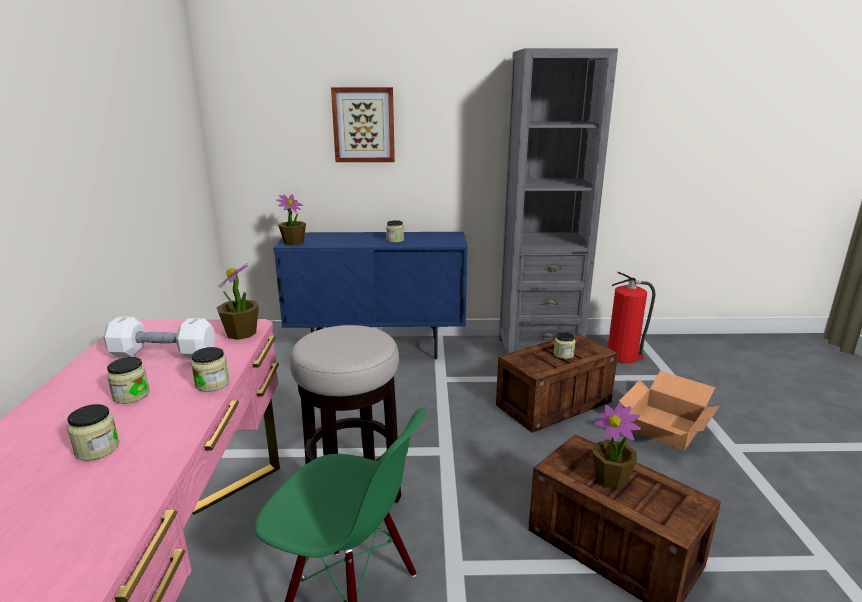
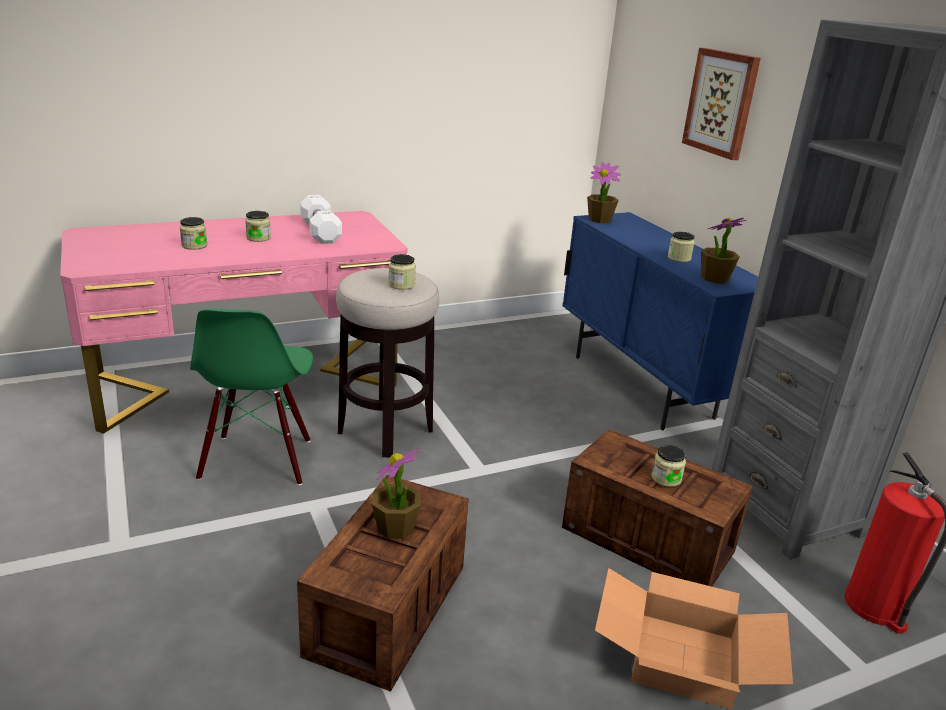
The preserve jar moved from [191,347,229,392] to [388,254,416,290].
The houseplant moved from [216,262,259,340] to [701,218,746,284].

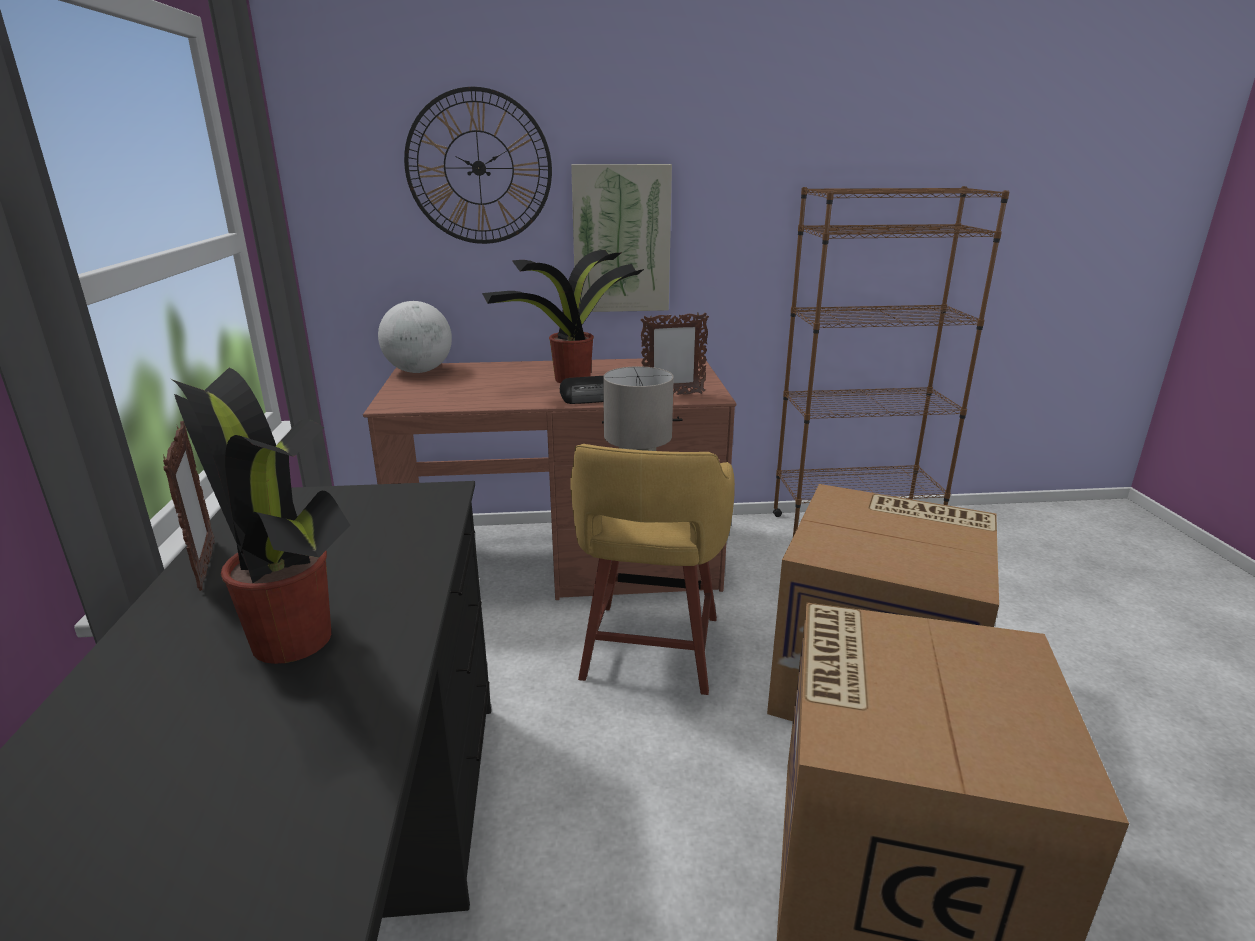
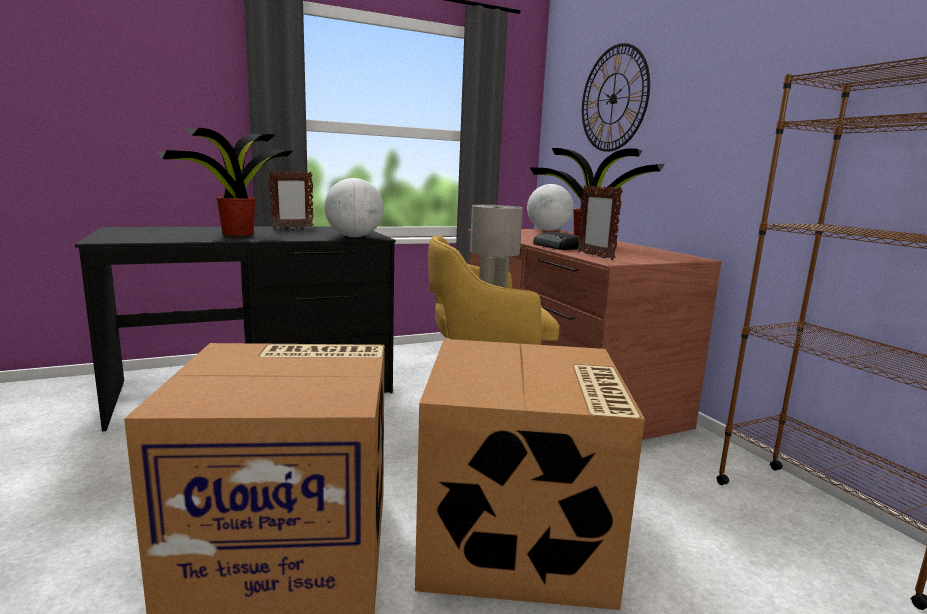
The wall art at [571,164,672,312] disappeared.
The world globe at [324,178,384,237] appeared.

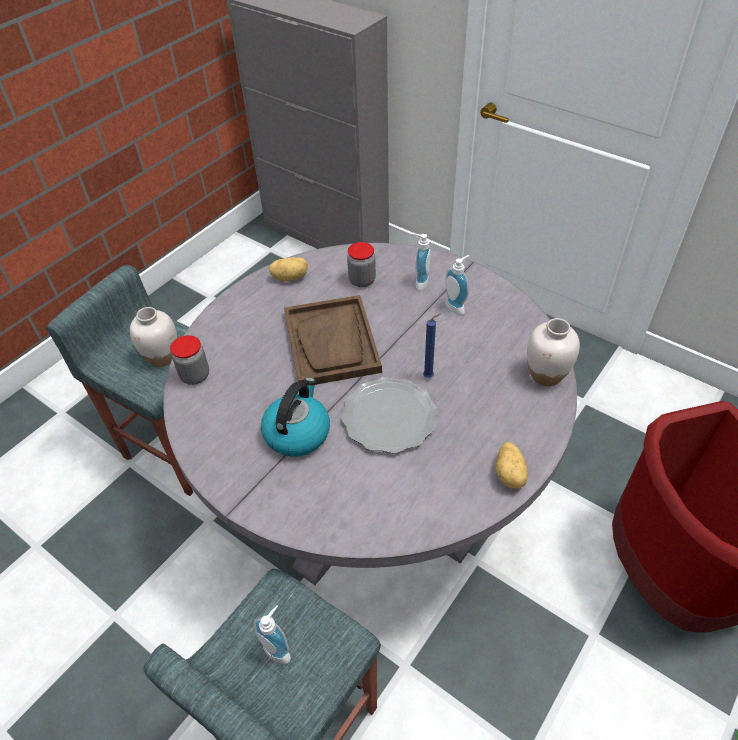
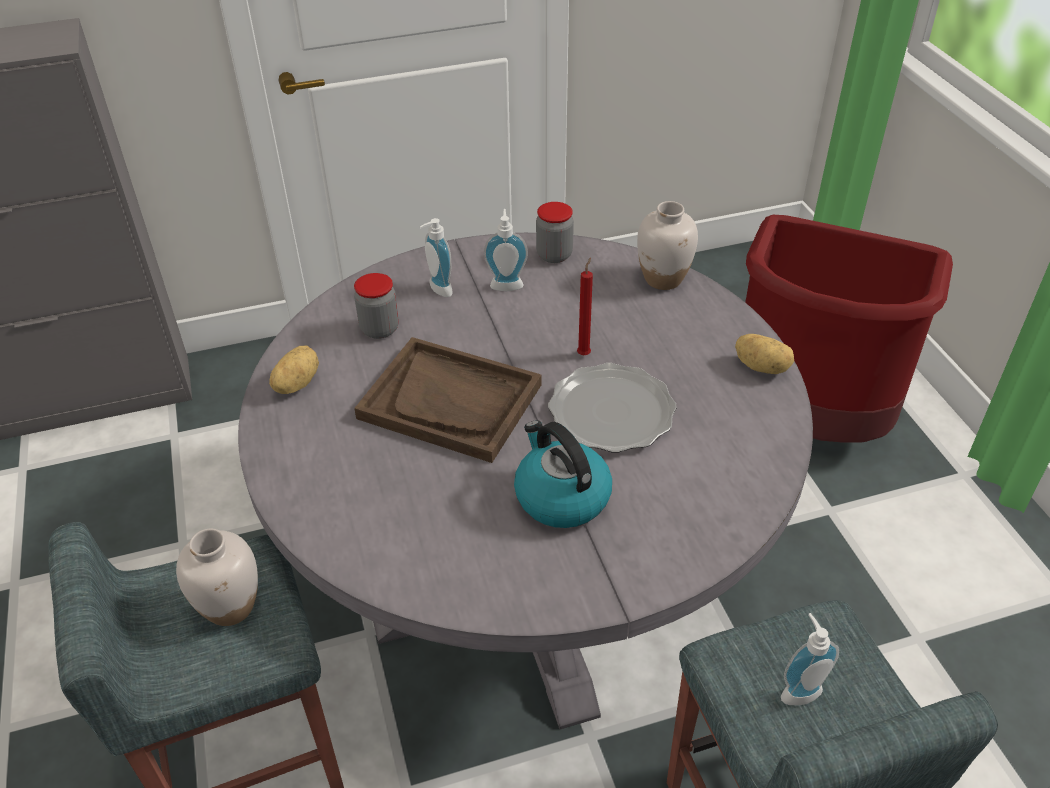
The preserve jar moved from [170,335,209,385] to [536,202,574,263].
The wax light in blue-coloured at [423,313,441,378] became the wax light in reddish at [577,257,593,355].

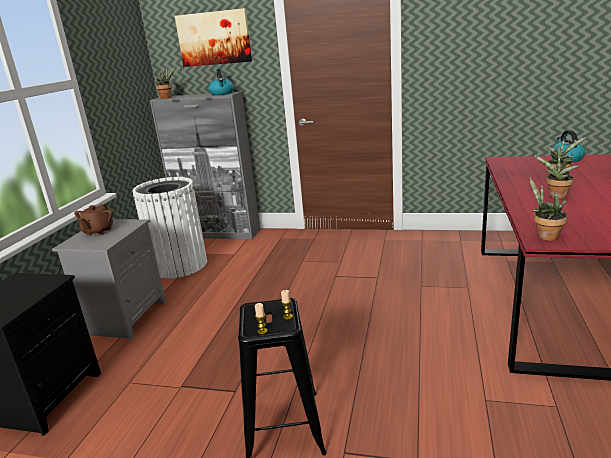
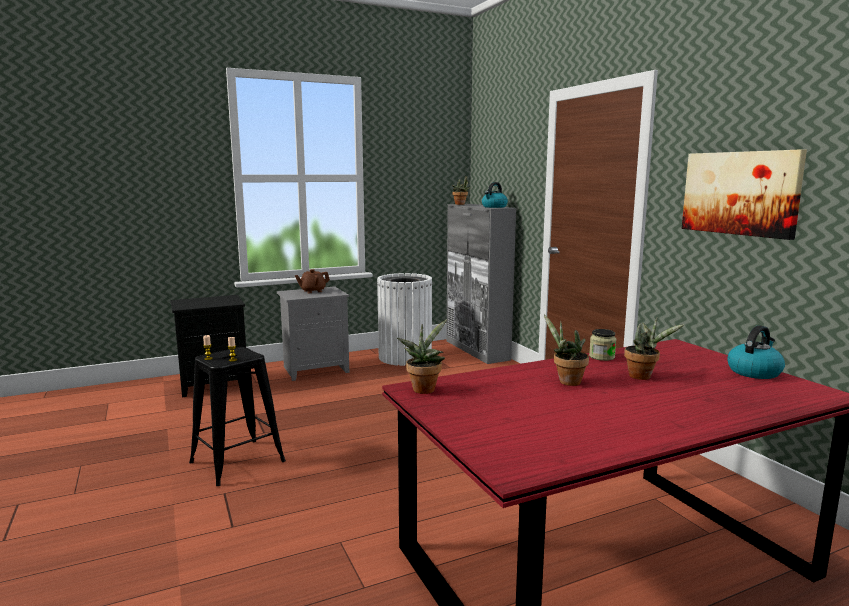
The wall art moved from [175,8,252,67] to [682,149,807,240].
The preserve jar at [589,329,616,361] appeared.

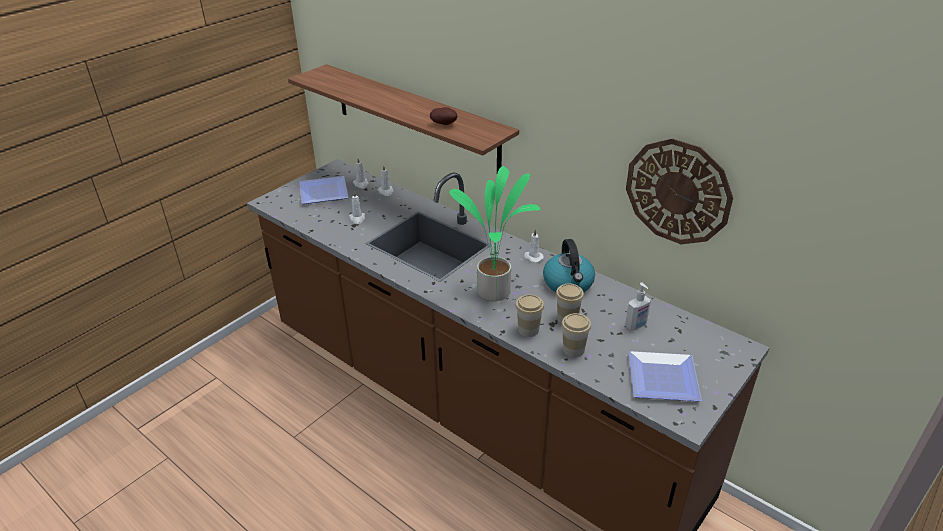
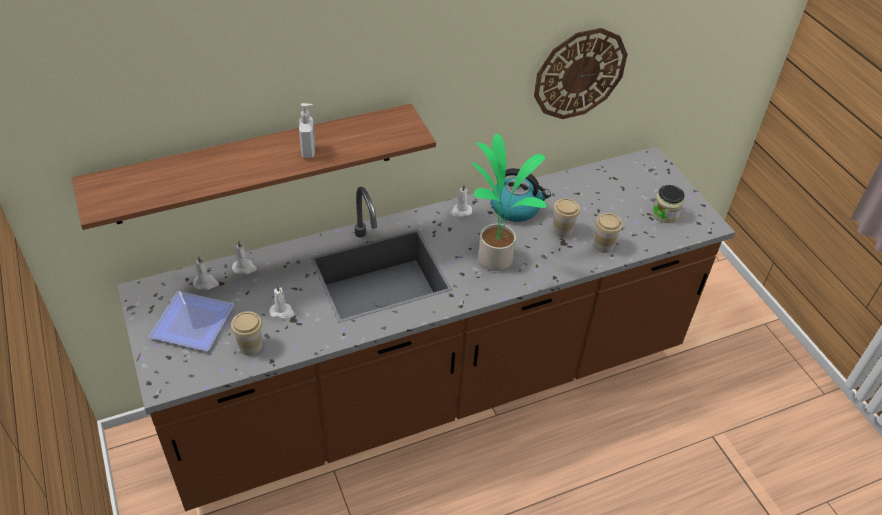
The spud at [430,107,457,125] disappeared.
The cup moved from [516,294,544,337] to [231,311,262,356].
The liquid soap bottle moved from [625,283,651,331] to [299,103,315,158].
The flat dish at [629,351,702,401] was replaced by the preserve jar at [652,185,685,223].

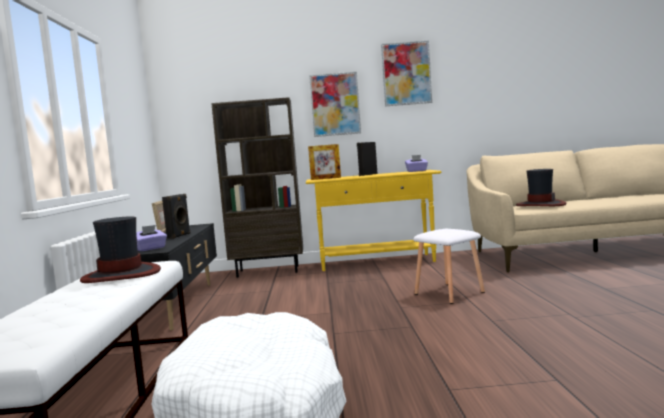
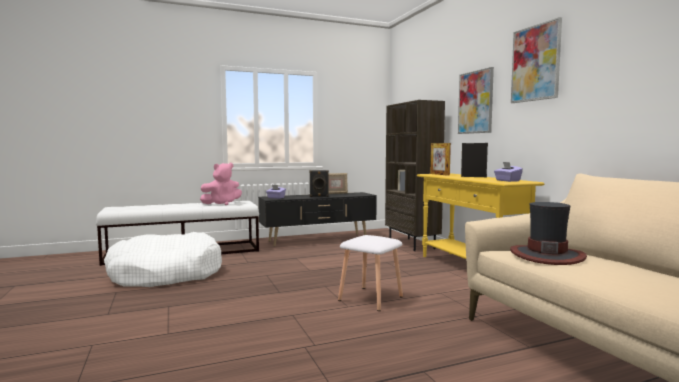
The hat at [80,216,161,283] was replaced by the cuddly toy in pinkish at [200,163,242,205].

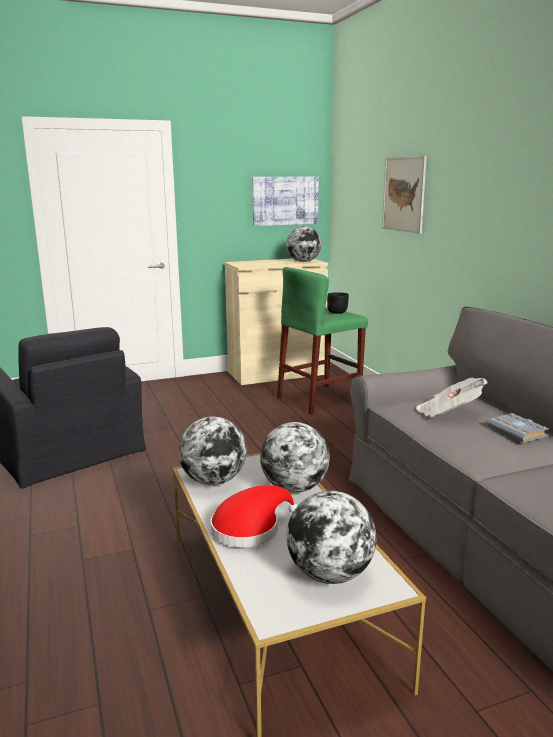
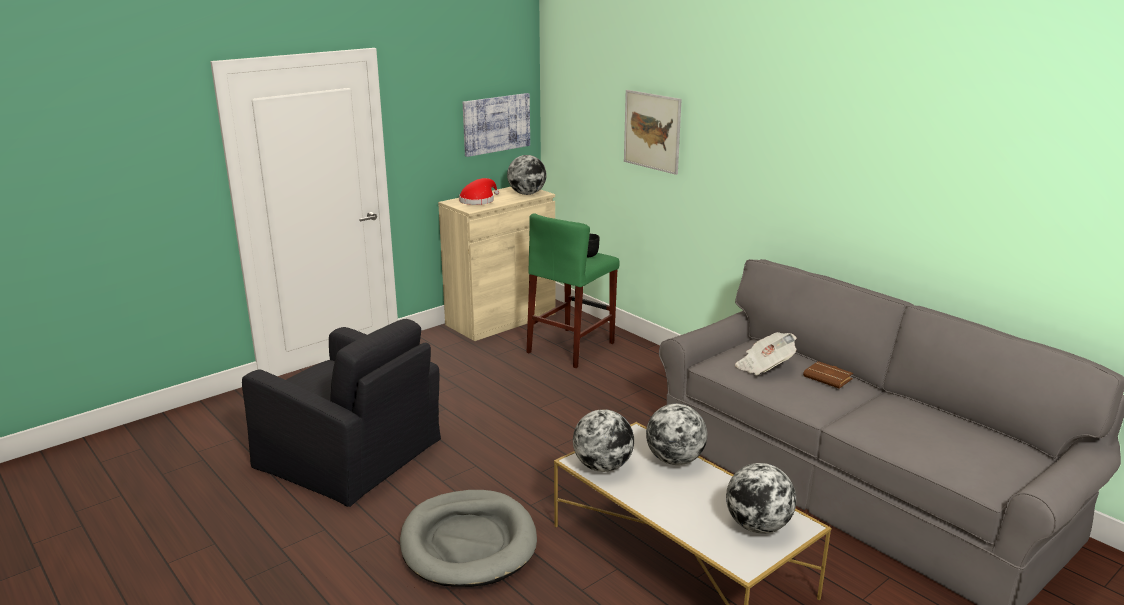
The hat in reddish moved from [211,485,297,548] to [459,178,499,205].
The bound book in grey at [487,413,549,443] became the bound book in brown at [803,361,853,389].
The dog cushion in grey at [400,490,537,587] appeared.

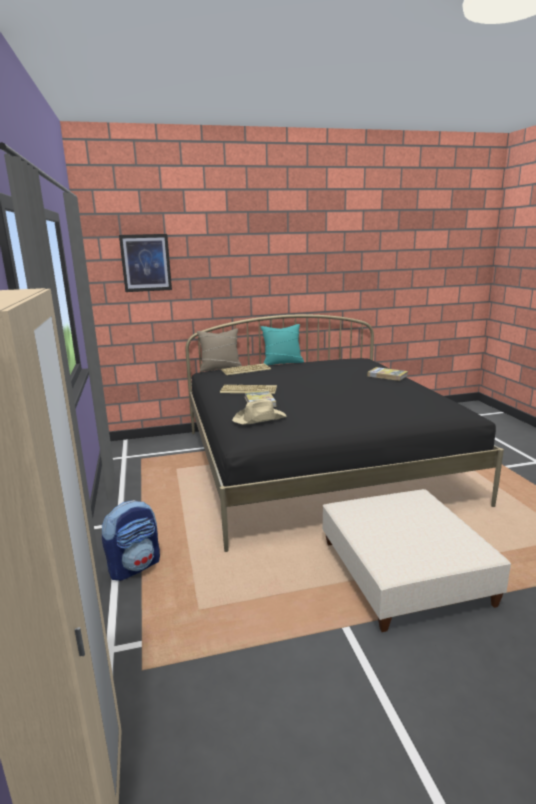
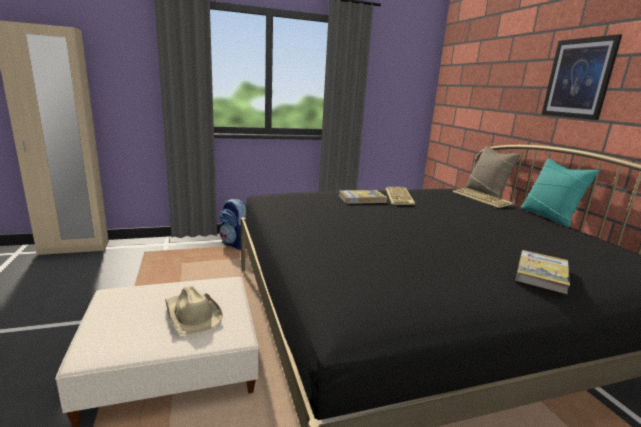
The wall art moved from [119,234,172,292] to [541,34,622,120].
The hat in sand-coloured moved from [232,399,286,424] to [165,286,223,334].

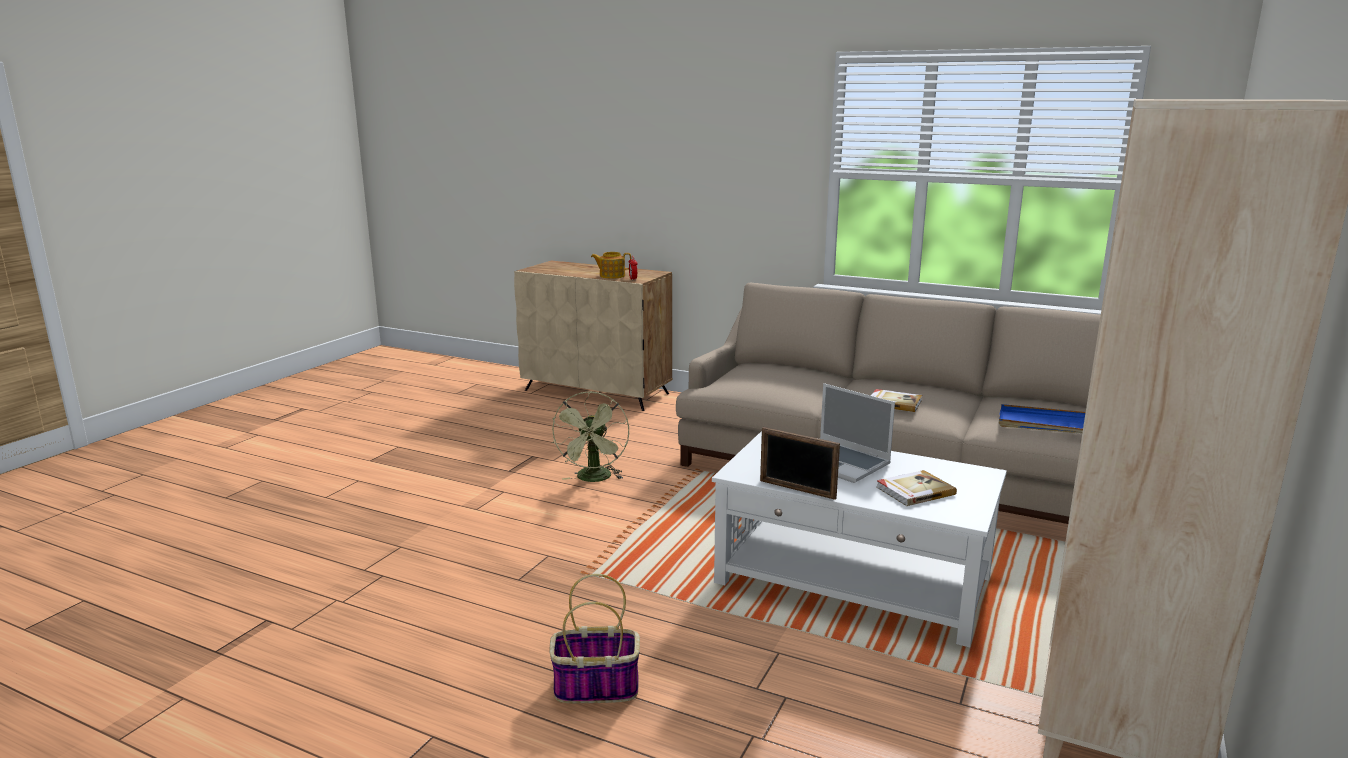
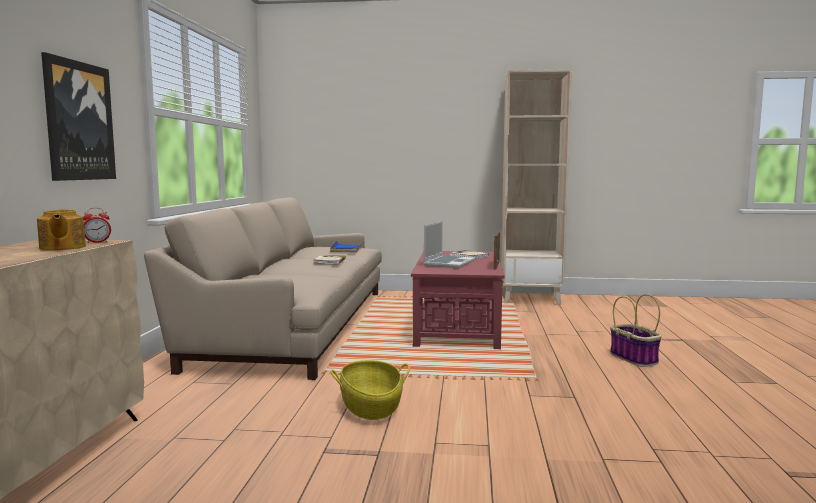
The fan in green at [551,391,629,482] was replaced by the storage basket at [331,360,410,420].
The lounge table in white-coloured at [712,431,1007,647] became the lounge table in reddish at [411,251,505,349].
The wall art at [41,52,116,181] appeared.

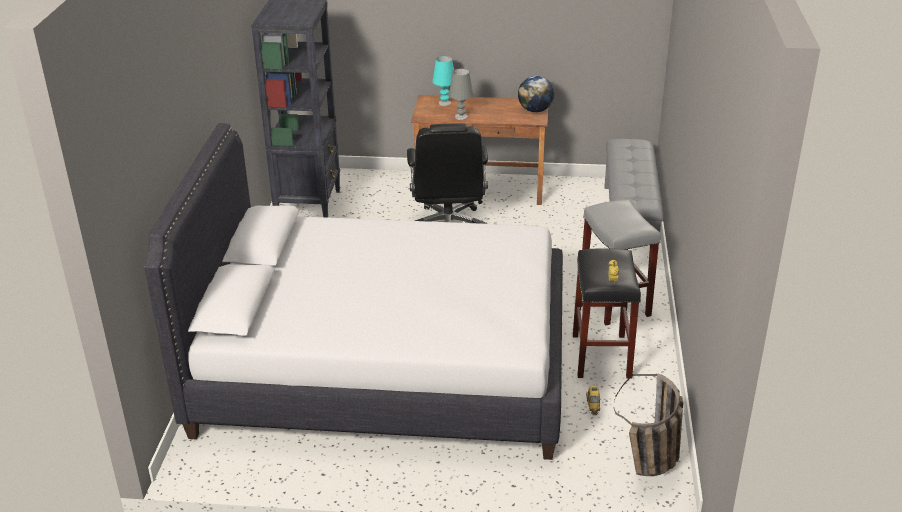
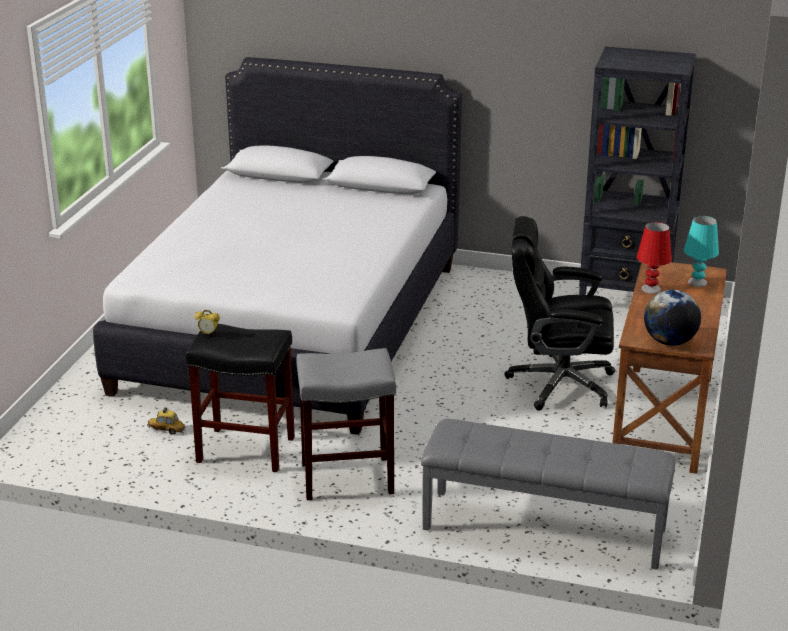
The table lamp in grey at [449,69,473,120] became the table lamp in reddish at [637,222,672,294].
The storage basket at [614,373,683,476] disappeared.

